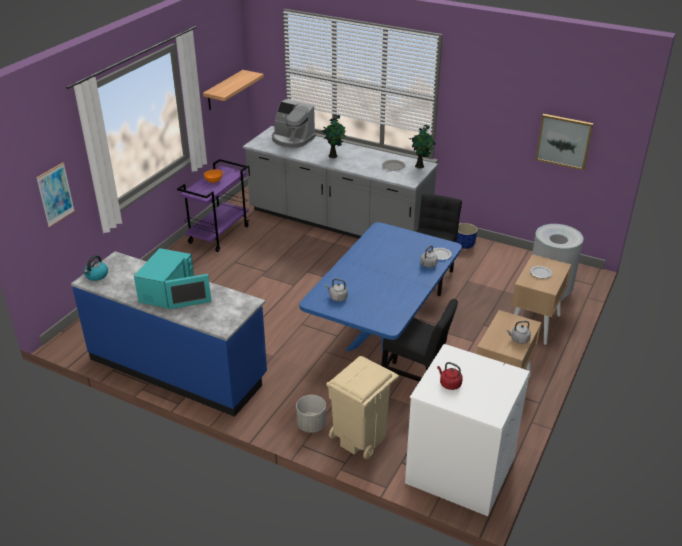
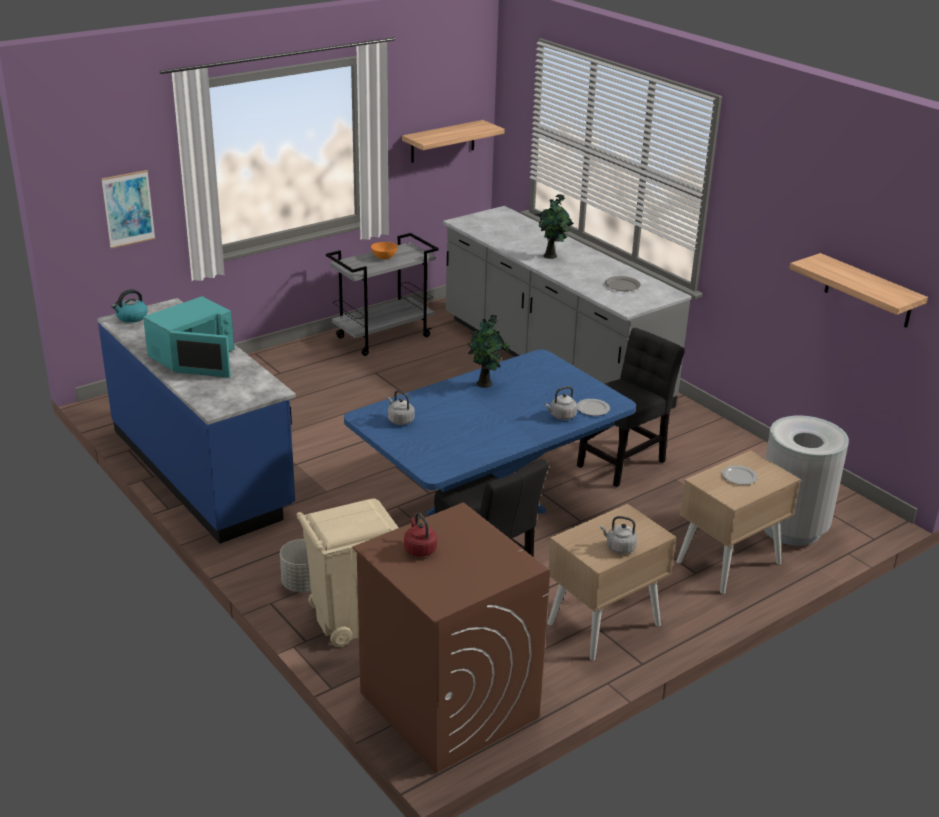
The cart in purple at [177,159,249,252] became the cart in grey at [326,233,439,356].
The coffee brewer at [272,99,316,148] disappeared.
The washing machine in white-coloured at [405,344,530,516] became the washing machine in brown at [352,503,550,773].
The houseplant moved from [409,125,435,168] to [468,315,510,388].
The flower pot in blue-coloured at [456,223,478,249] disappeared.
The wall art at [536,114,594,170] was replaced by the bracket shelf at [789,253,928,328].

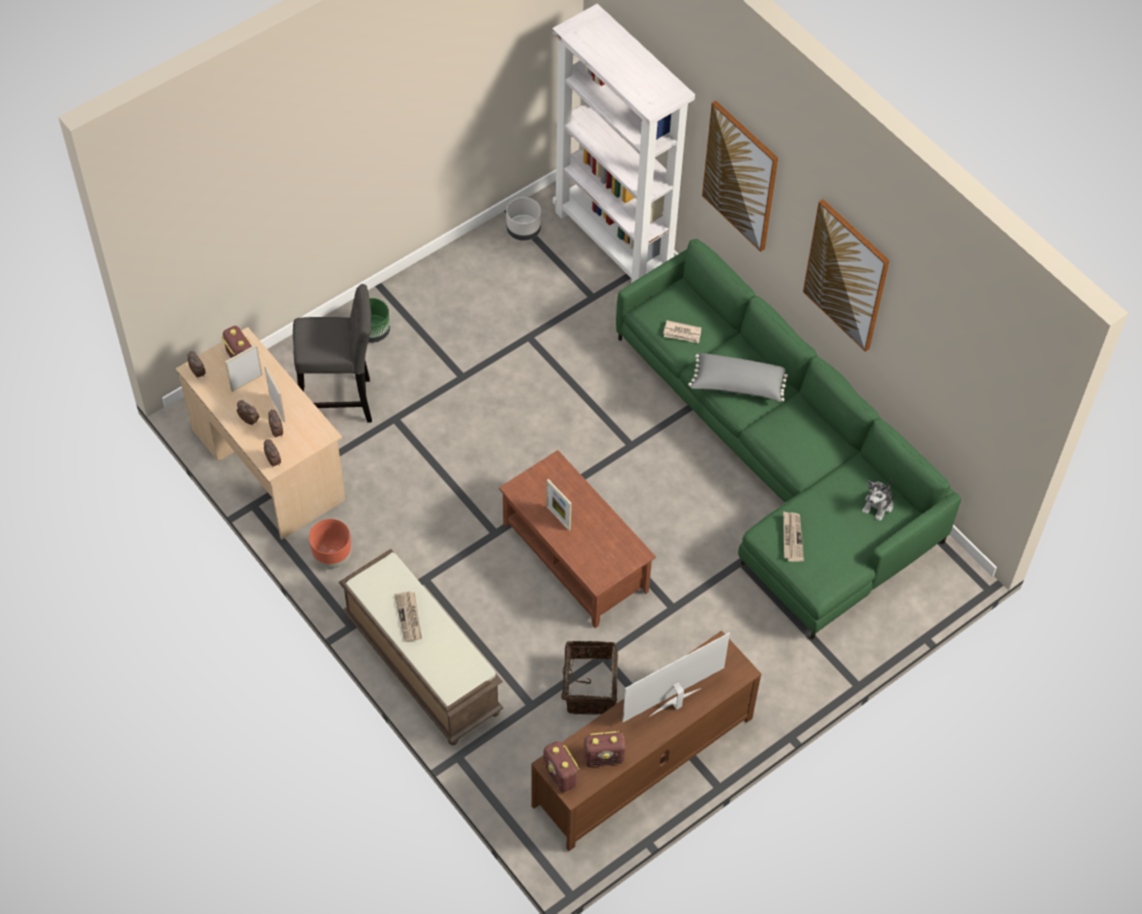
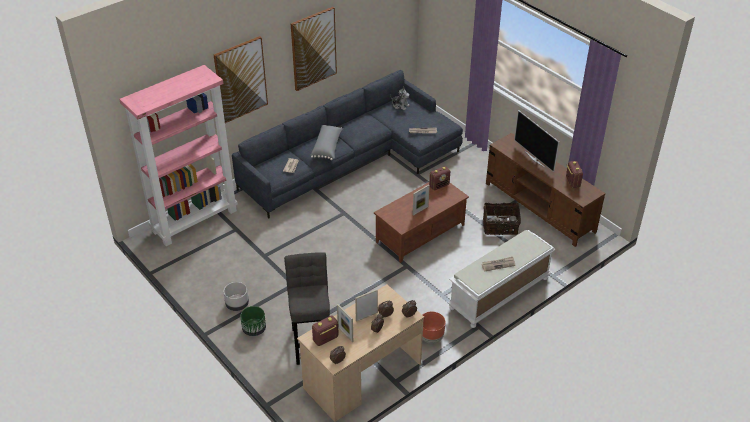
The bench in brown at [338,549,503,745] became the bench in white-coloured at [447,230,555,328].
The flower pot in grey moved from [506,197,541,241] to [223,282,249,311].
The radio moved from [543,741,579,793] to [429,166,450,190].
The bookshelf in white-coloured at [552,4,695,283] became the bookshelf in pinkish at [119,65,238,246].
The settee in green at [616,239,961,640] became the settee in grey at [232,70,463,219].

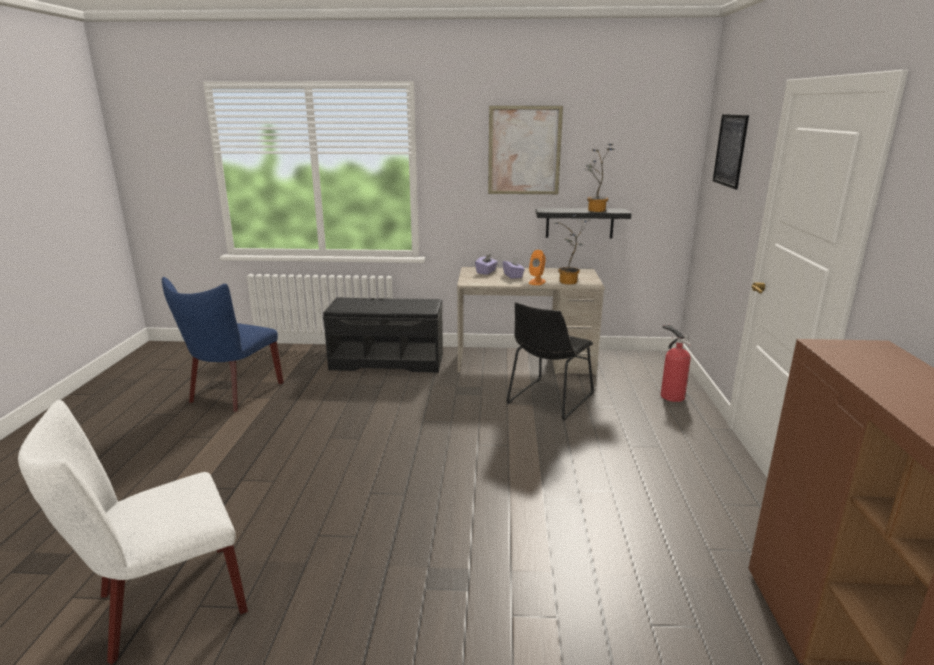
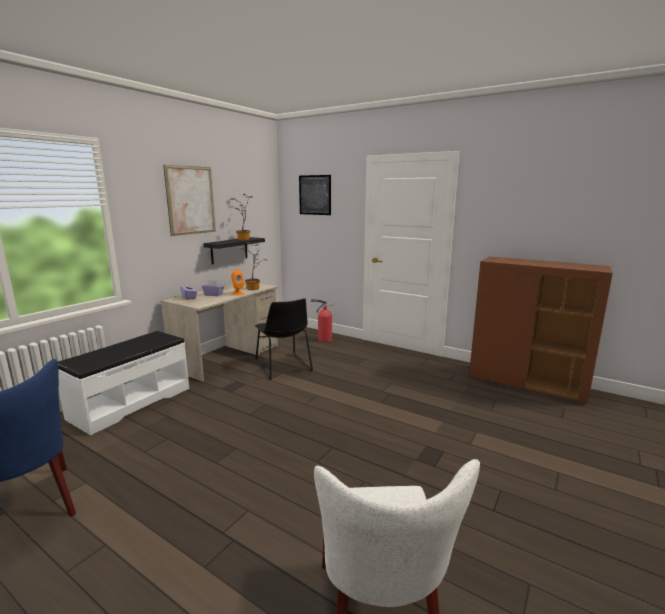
The bench in black at [323,297,443,373] became the bench in white-coloured at [58,331,189,435].

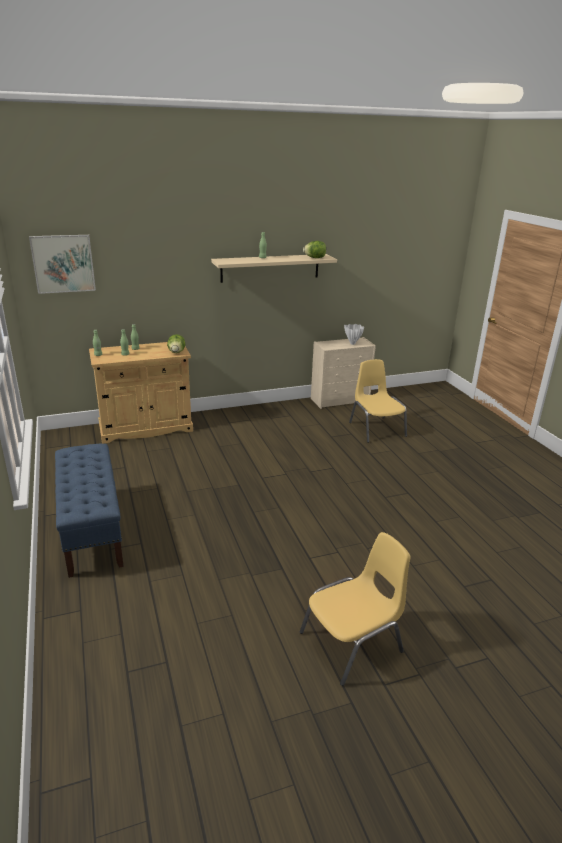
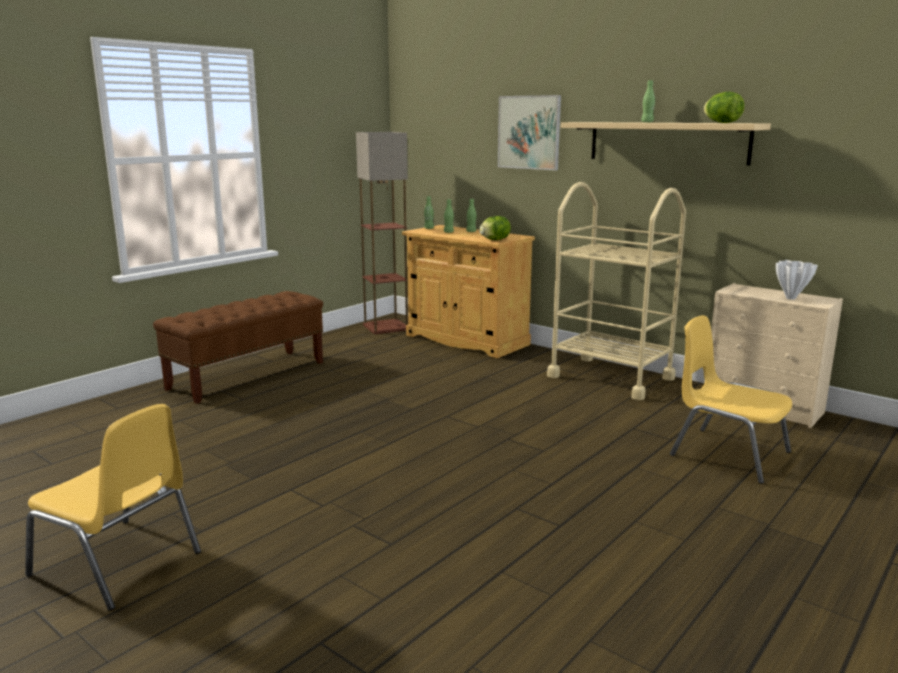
The wall art moved from [29,235,96,294] to [498,95,561,170].
The bench in blue-coloured at [55,444,124,578] became the bench in brown at [153,291,323,404].
The plain chair in yellow-coloured at [349,359,407,443] turned 90 degrees counterclockwise.
The standard lamp at [356,132,408,334] appeared.
The cart in sand-coloured at [547,182,686,400] appeared.

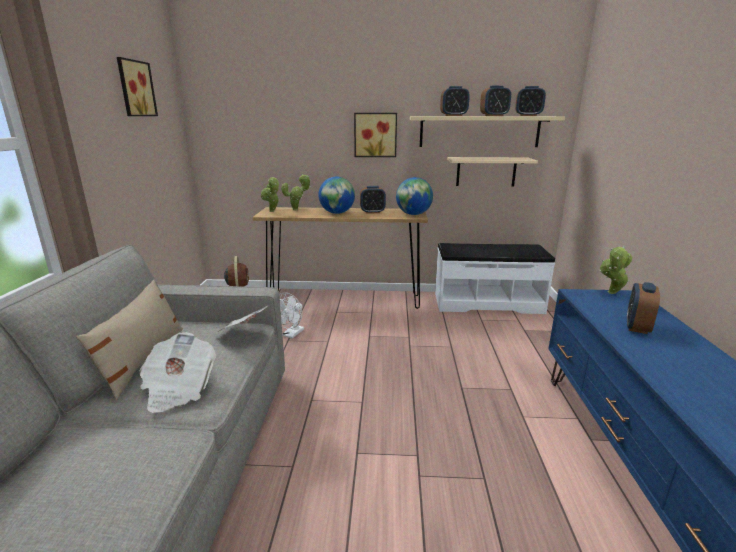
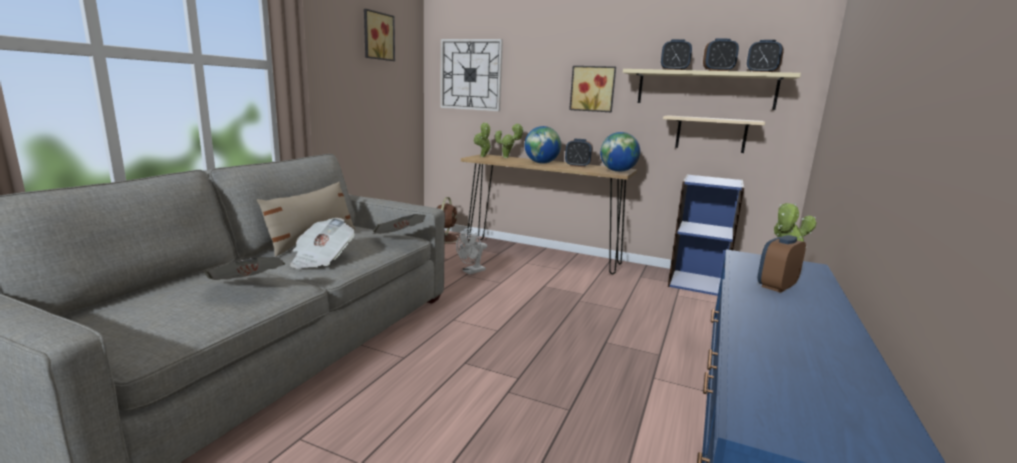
The bench in white-coloured at [435,243,555,314] was replaced by the bookshelf in blue-coloured at [668,174,744,296].
The newspaper at [203,257,286,280] appeared.
The clock on the wall at [440,39,503,111] appeared.

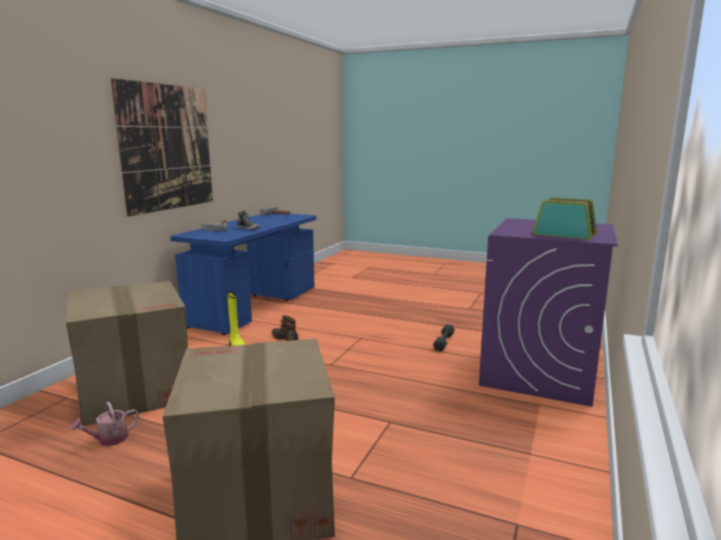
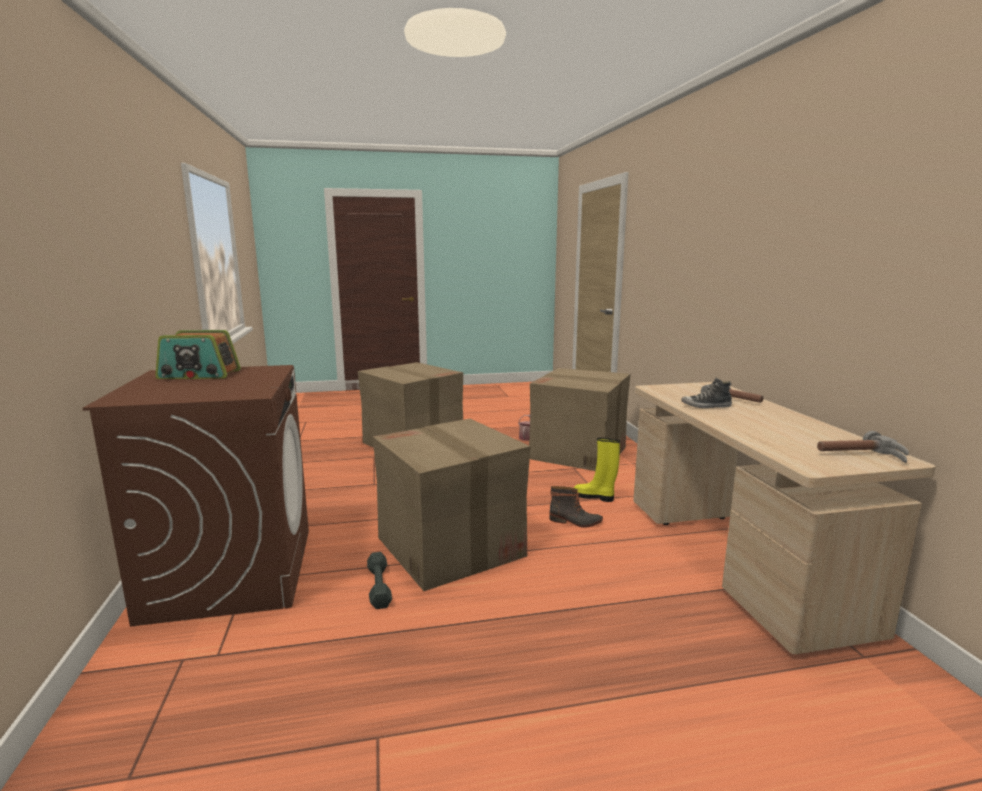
The wall art at [111,78,213,217] disappeared.
The desk table in blue-coloured at [171,213,316,335] became the desk table in sand-coloured at [633,382,936,654].
The washing machine in purple at [479,218,618,407] became the washing machine in brown at [82,365,309,627].
The cardboard box at [373,419,531,591] appeared.

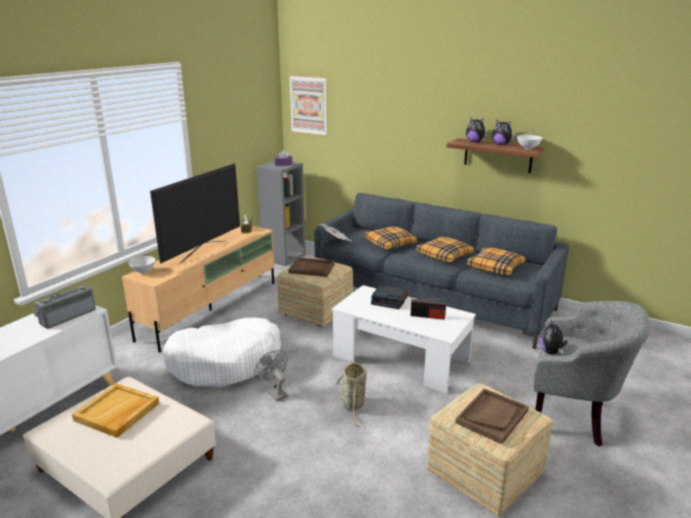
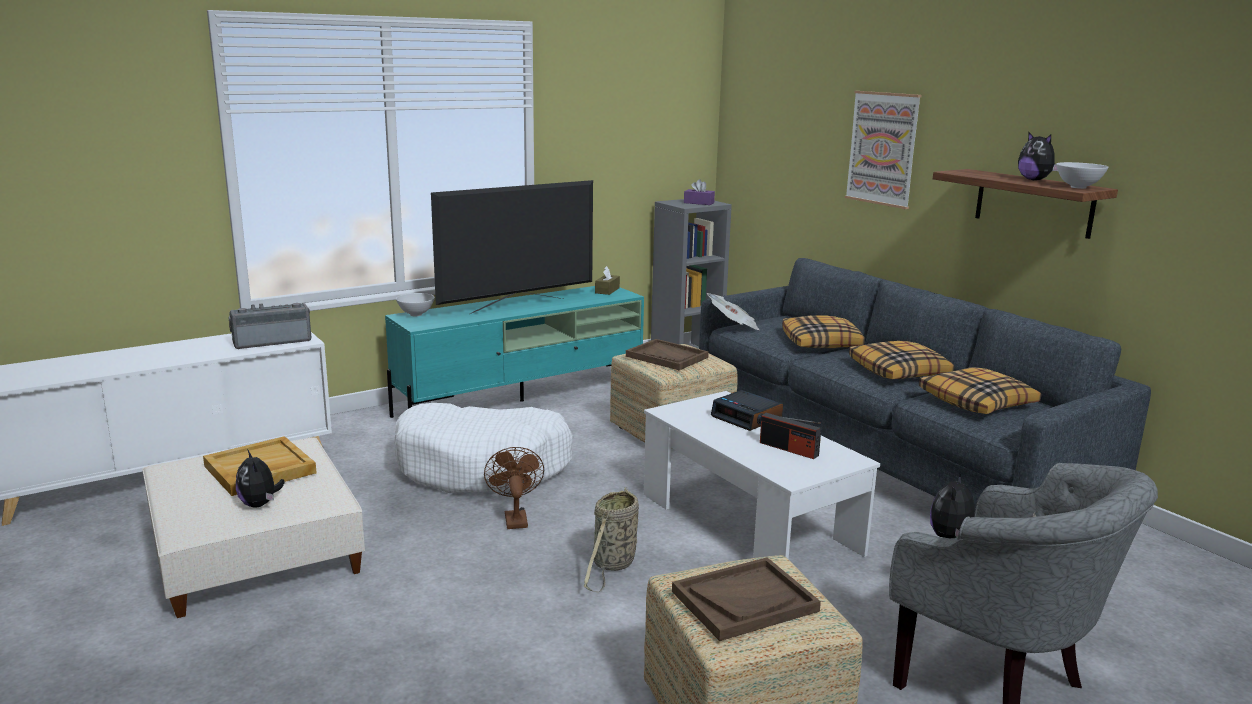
The tv stand in sand-coloured at [122,225,275,353] became the tv stand in turquoise at [385,286,644,418].
The fan in grey at [255,350,288,401] became the fan in brown at [484,447,544,529].
The wall art moved from [289,74,327,137] to [845,91,922,209].
The cuddly toy moved from [466,117,488,142] to [236,449,285,508].

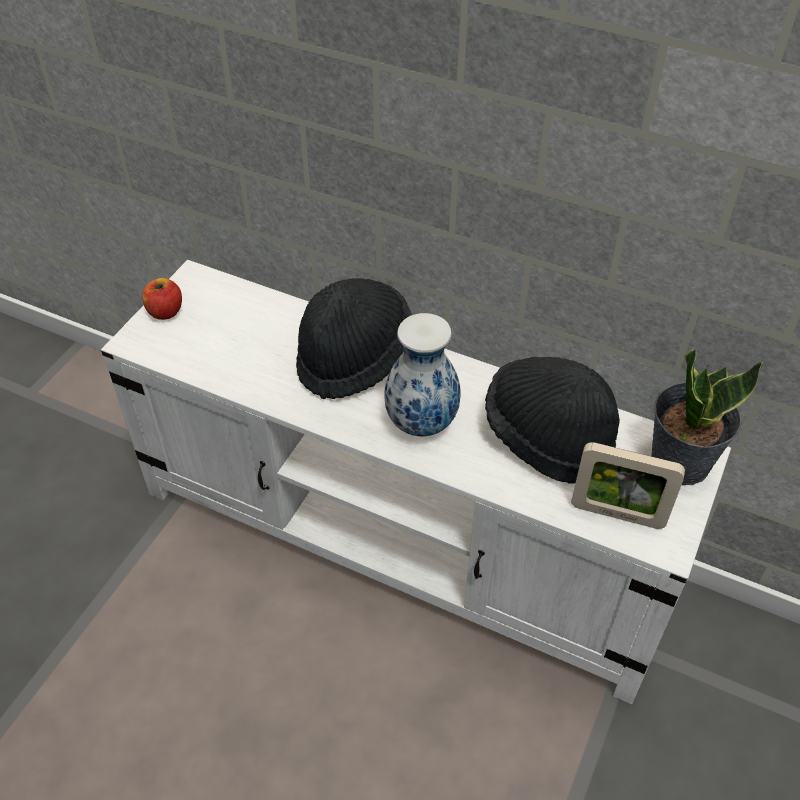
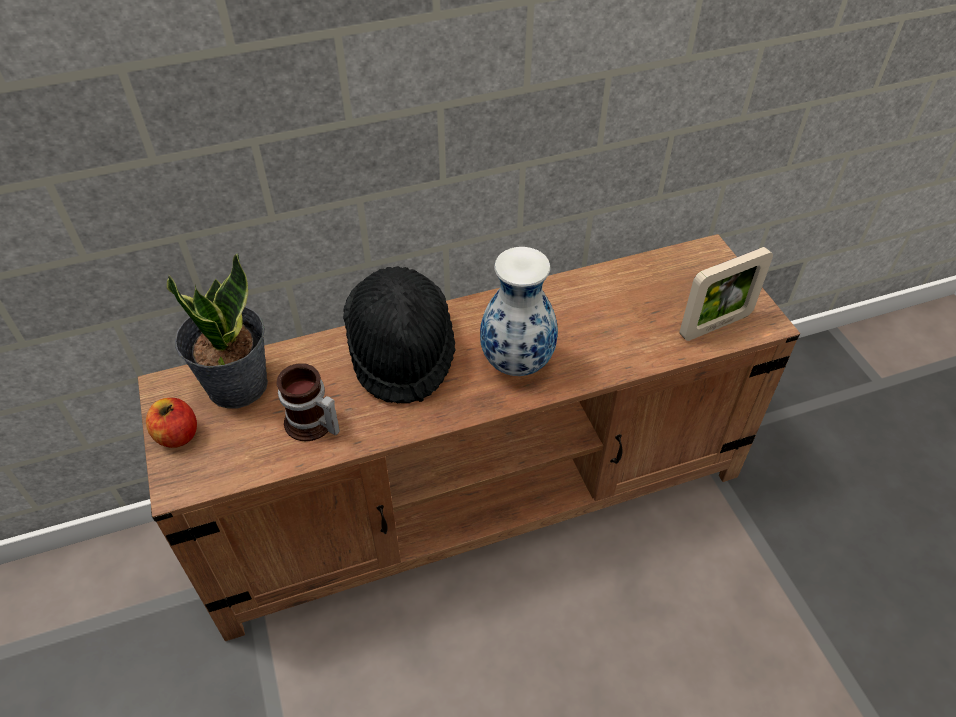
The tv stand in white-coloured at [101,260,731,704] became the tv stand in brown at [138,234,800,641].
The hat in black at [485,357,620,484] disappeared.
The houseplant moved from [651,348,764,485] to [167,253,268,409].
The mug at [277,363,340,441] appeared.

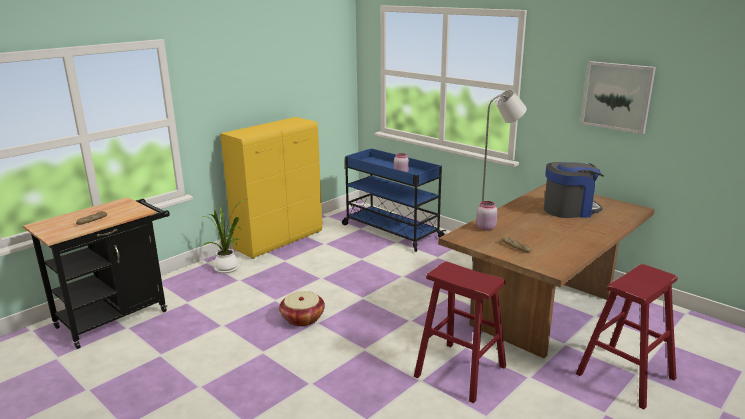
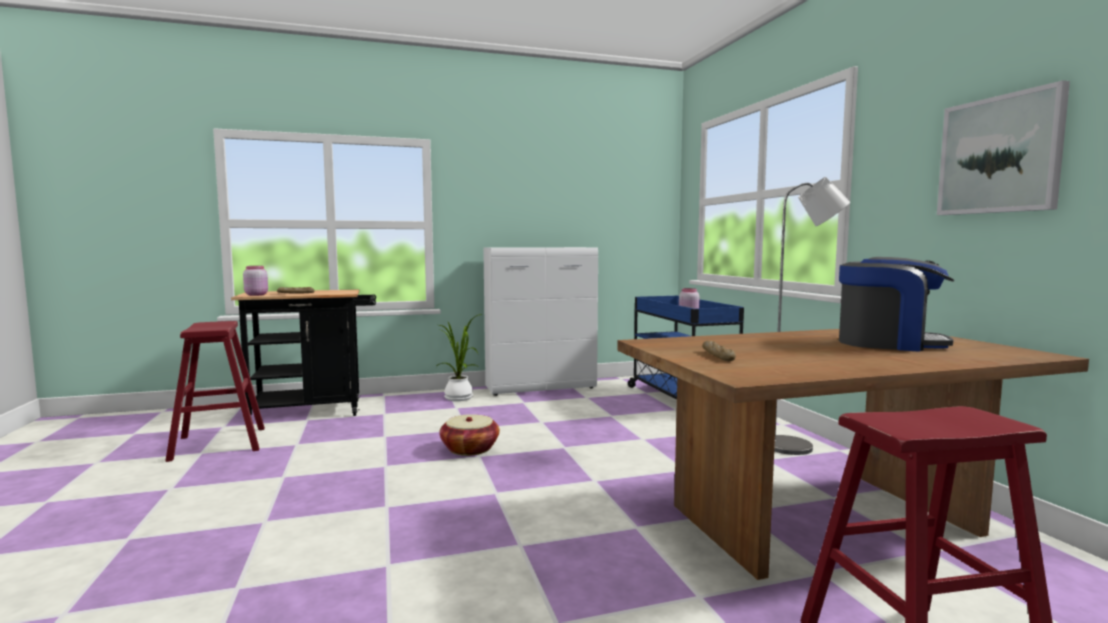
The cabinet in yellow-coloured at [220,117,322,259] became the cabinet in white-coloured at [483,247,598,396].
The sitting stool in reddish moved from [414,262,506,404] to [165,321,265,462].
The preserve jar in pinkish moved from [476,201,497,231] to [243,266,268,296].

